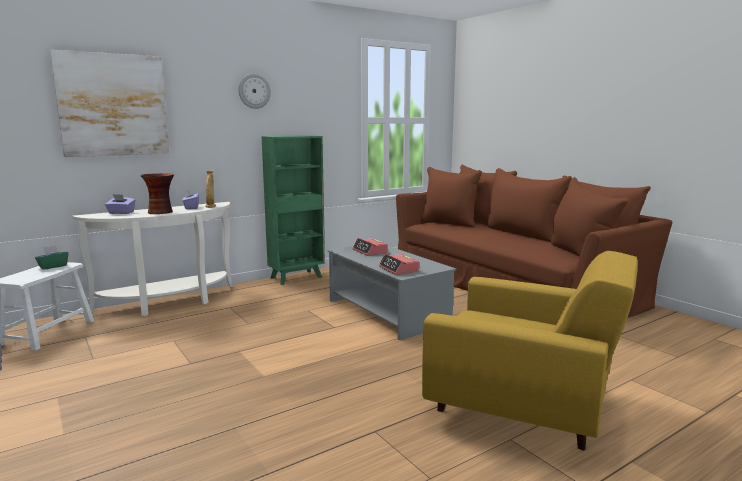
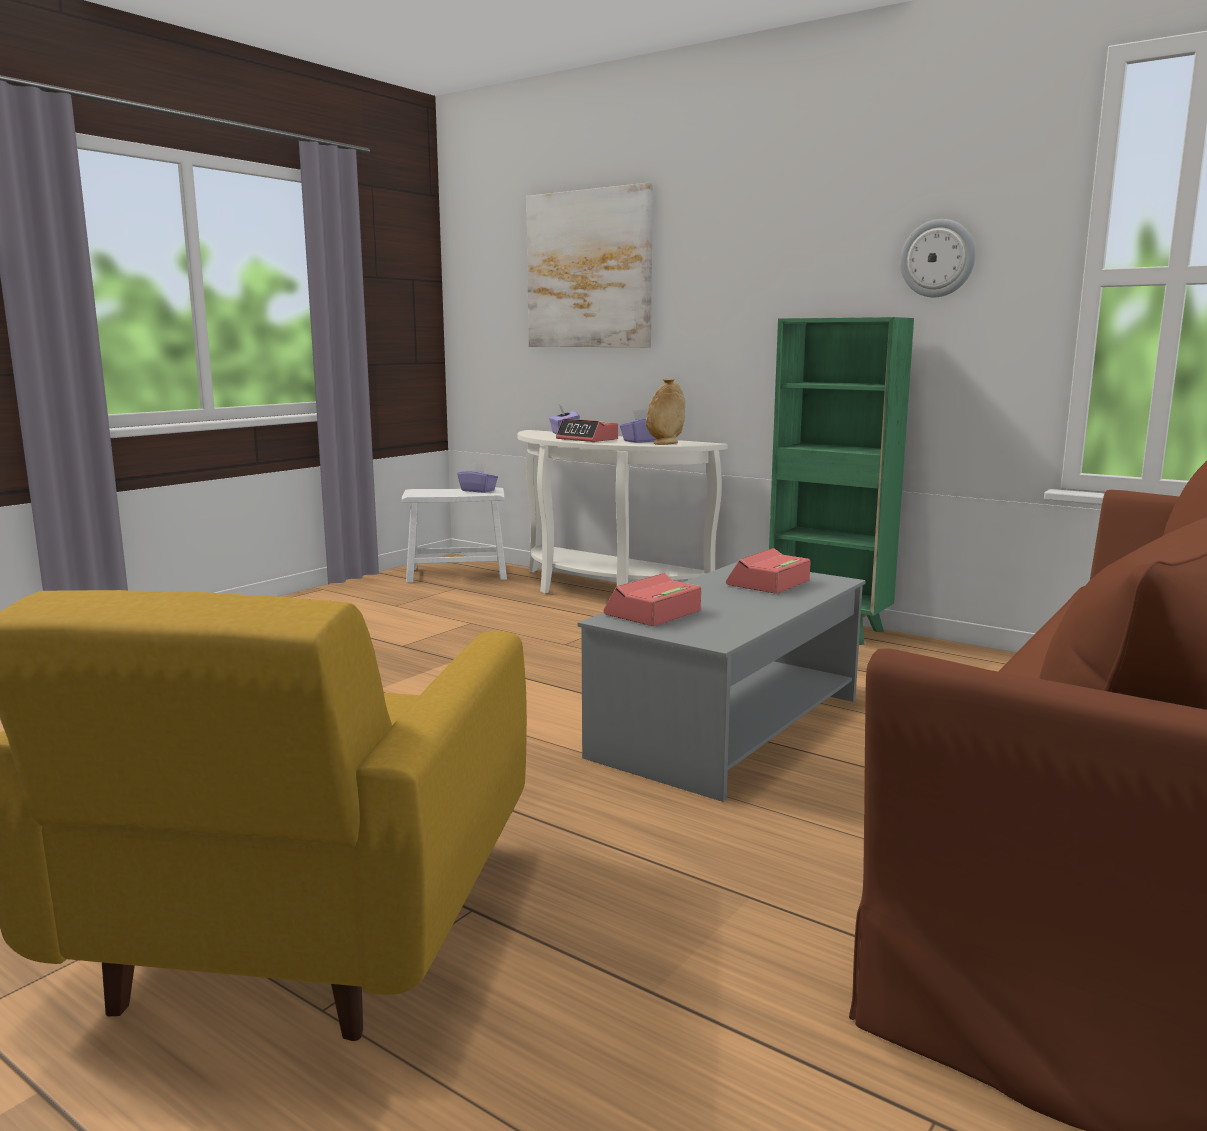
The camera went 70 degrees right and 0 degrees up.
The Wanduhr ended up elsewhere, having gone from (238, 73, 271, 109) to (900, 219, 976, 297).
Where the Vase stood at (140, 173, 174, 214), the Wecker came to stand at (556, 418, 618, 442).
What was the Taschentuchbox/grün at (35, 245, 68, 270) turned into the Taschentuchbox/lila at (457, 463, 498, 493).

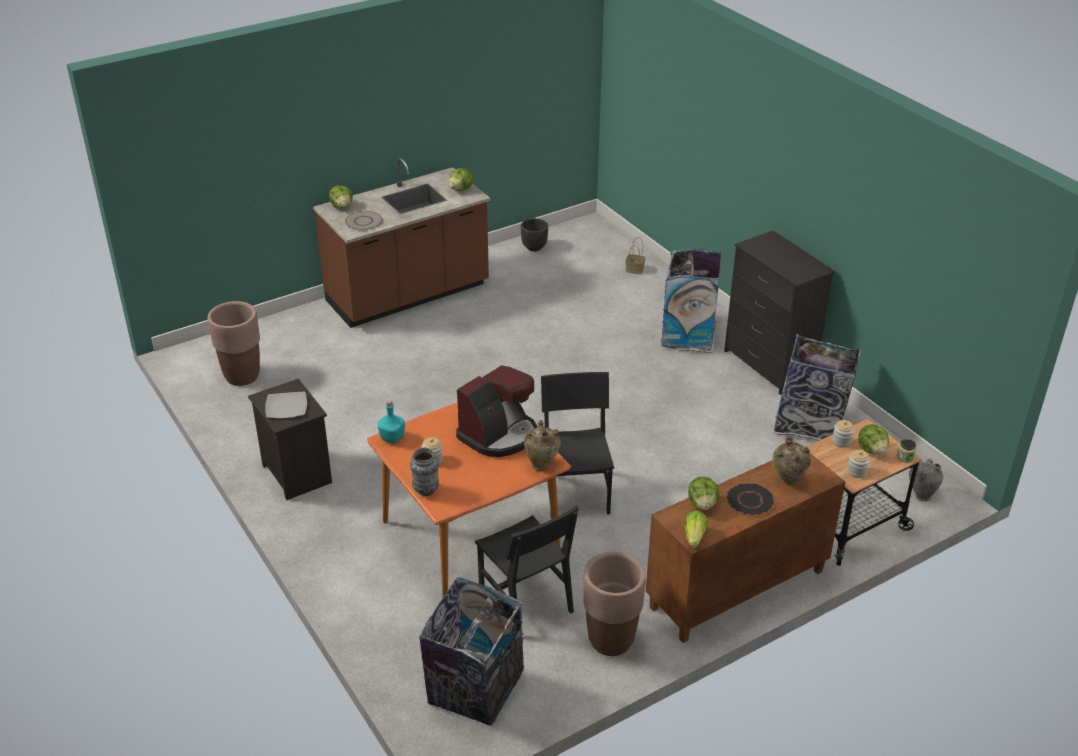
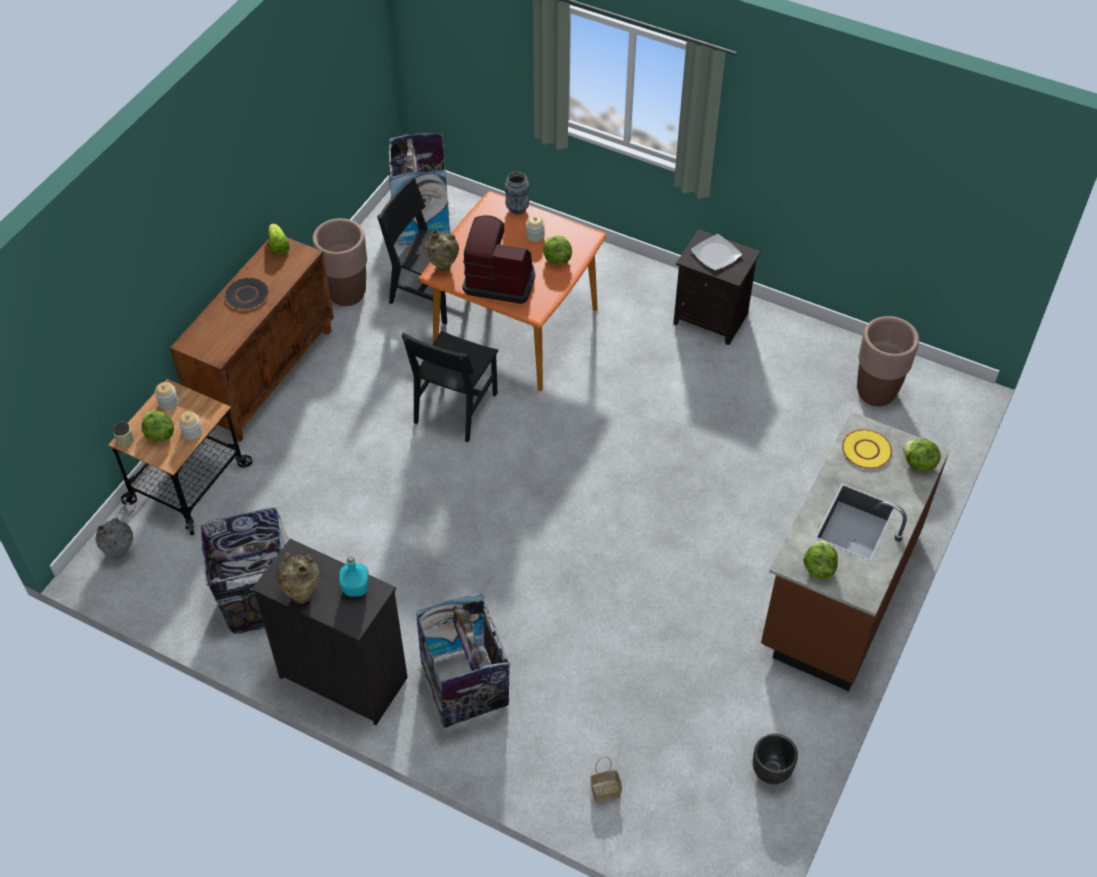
The camera went 150 degrees right and 15 degrees up.
What was the Teller/grau at (345, 211, 382, 230) turned into the Teller/gelb at (842, 429, 892, 469).
The Kaffeemaschine at (456, 365, 538, 457) ended up facing another way, 90 degrees clockwise from before.
The Stuhl/schwarz at (541, 372, 614, 518) ended up facing another way, 60 degrees clockwise from before.
The Flasche/türkis ended up elsewhere, having gone from (378, 401, 405, 443) to (339, 556, 369, 597).
The Vase/beige ended up elsewhere, having gone from (773, 438, 811, 485) to (276, 552, 319, 604).
The Salatkopf ended up elsewhere, having gone from (688, 476, 720, 510) to (543, 236, 572, 265).

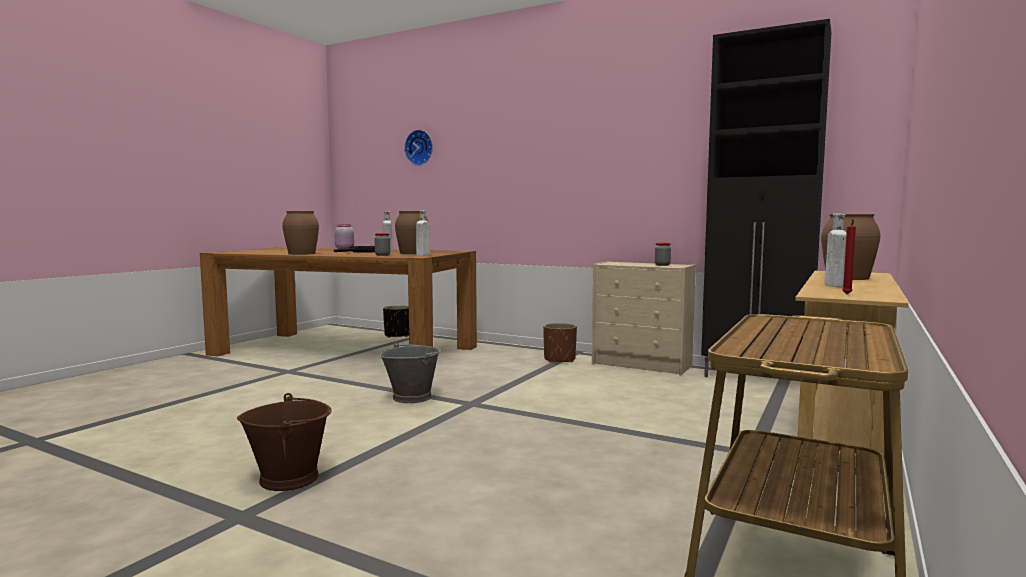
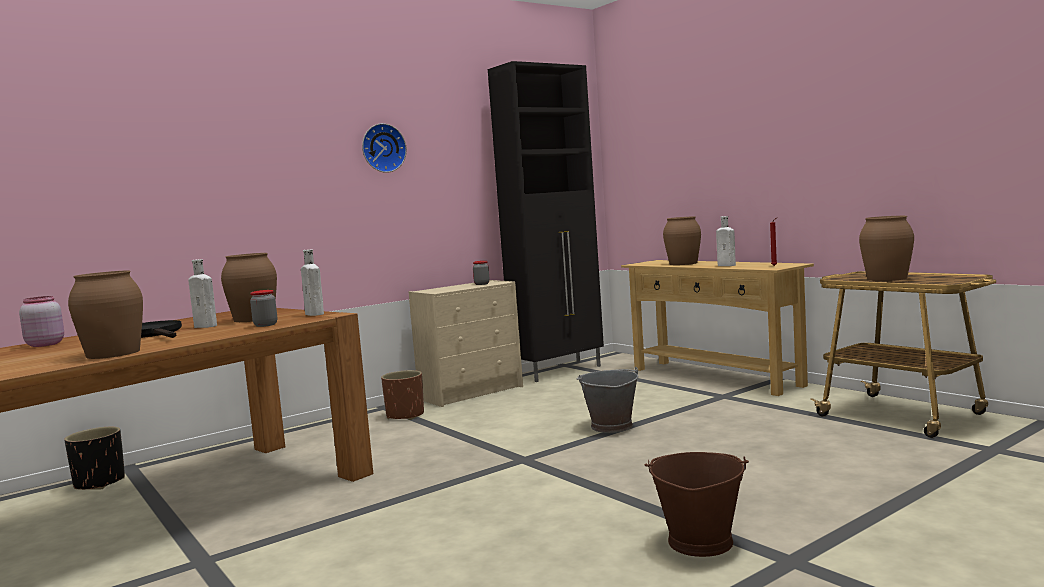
The camera went 65 degrees left and 0 degrees up.
The Wanduhr ended up elsewhere, having gone from (404, 130, 433, 166) to (362, 123, 407, 173).
The Eimer/grau ended up elsewhere, having gone from (380, 341, 441, 403) to (577, 367, 638, 433).
The second view gained the Vase/braun at (859, 216, 914, 281).

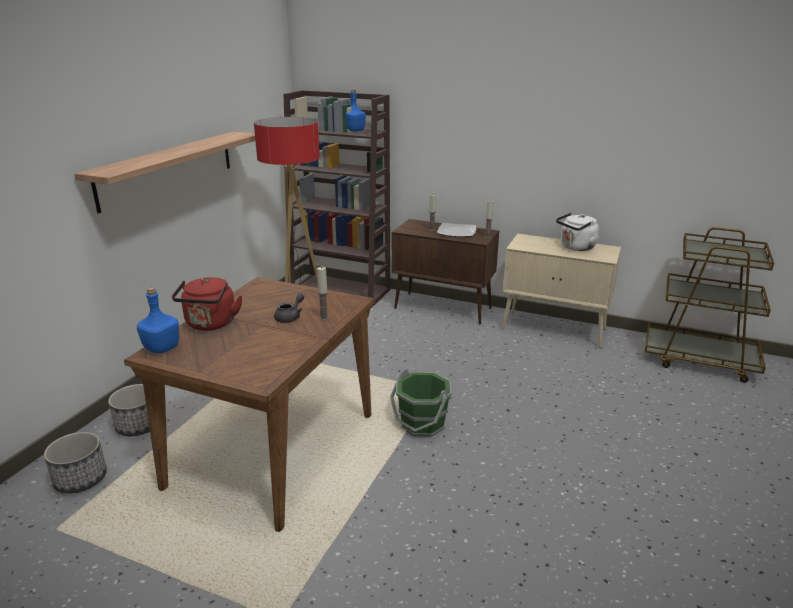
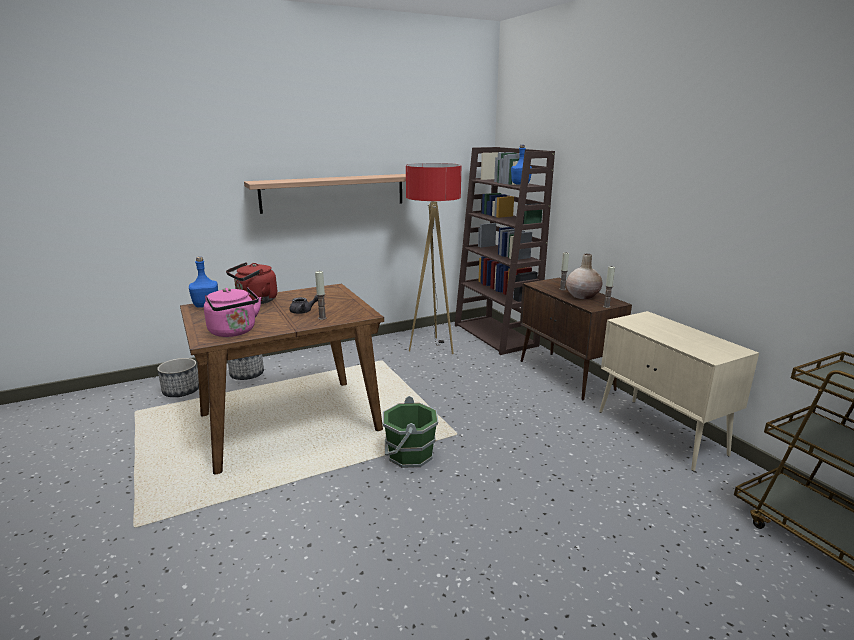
The camera went 40 degrees right and 5 degrees down.
The second view lost the Wasserkessel/weiß at (556, 213, 600, 251).
Where the Teller stood at (437, 223, 476, 237), the Vase/beige came to stand at (566, 254, 603, 299).
The second view gained the Wasserkessel/rosa at (204, 287, 261, 337).

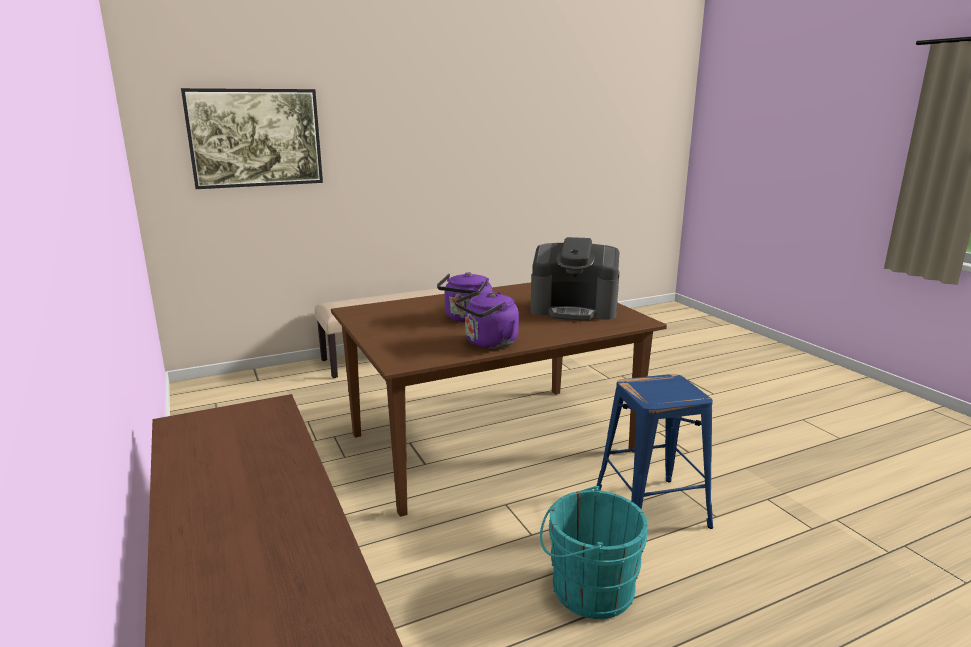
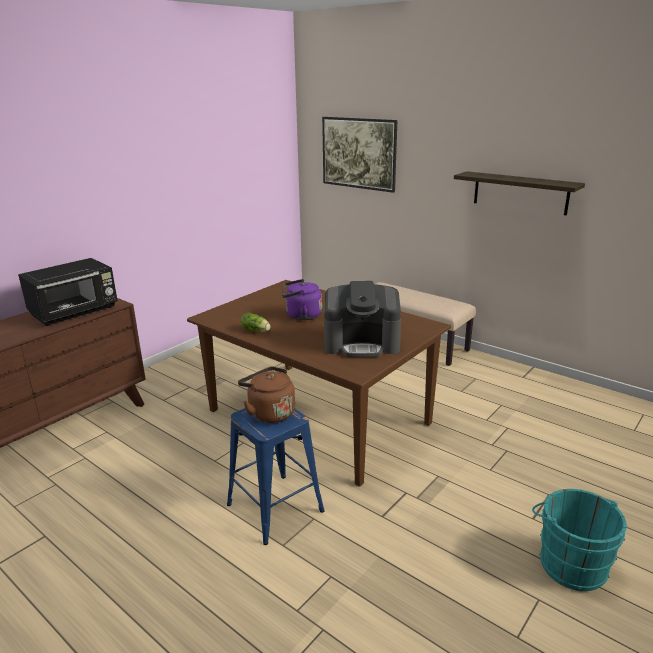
The camera went 65 degrees right and 5 degrees up.
The Kaffeemaschine at (530, 237, 619, 321) ended up facing another way, 75 degrees counterclockwise from before.
Where the Wasserkessel/lila stood at (455, 290, 519, 349), the Salatkopf came to stand at (241, 313, 270, 332).
The Eimer/türkis ended up elsewhere, having gone from (540, 486, 648, 619) to (532, 489, 627, 591).
The second view gained the Wandregal at (454, 171, 585, 215).
The second view gained the Mikrowelle/schwarz at (18, 258, 118, 326).
The second view gained the Wasserkessel/braun at (238, 366, 295, 423).

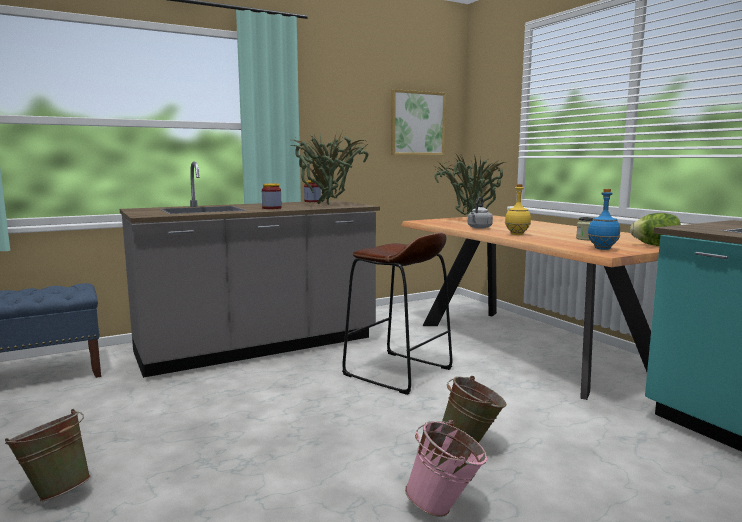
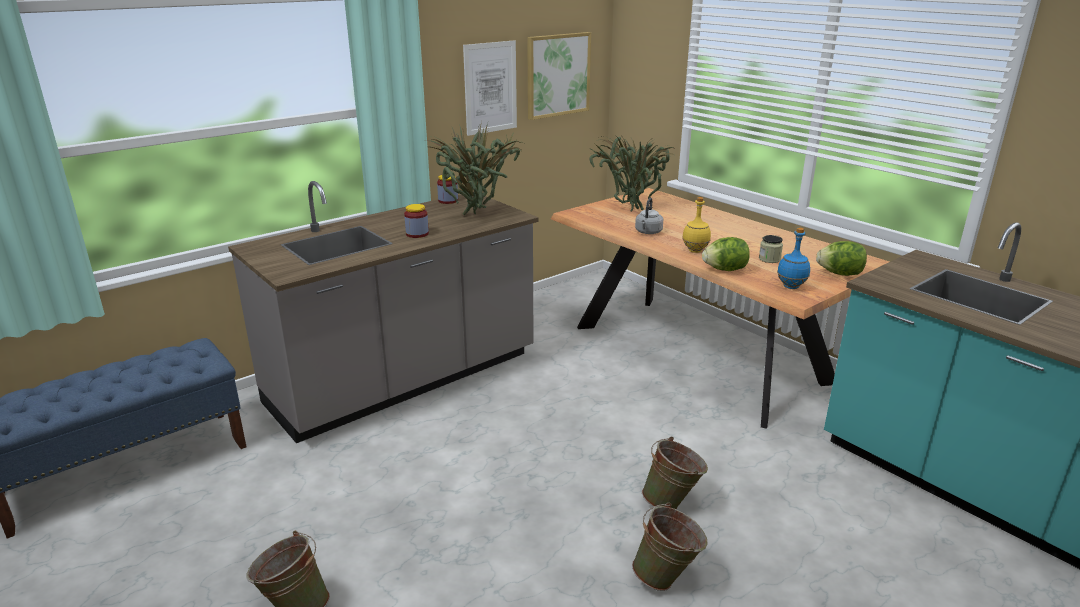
The camera went 10 degrees left and 15 degrees up.
The second view lost the Hocker/braun at (342, 232, 452, 395).
What was the Eimer/rosa at (405, 420, 488, 517) turned into the Eimer/grün at (632, 502, 707, 591).
The second view gained the Bild at (463, 40, 517, 136).
The second view gained the Salatkopf at (702, 237, 750, 271).

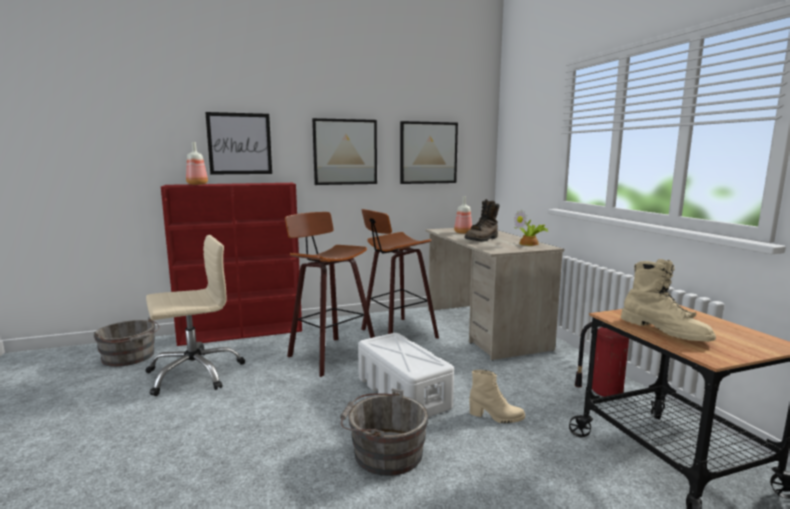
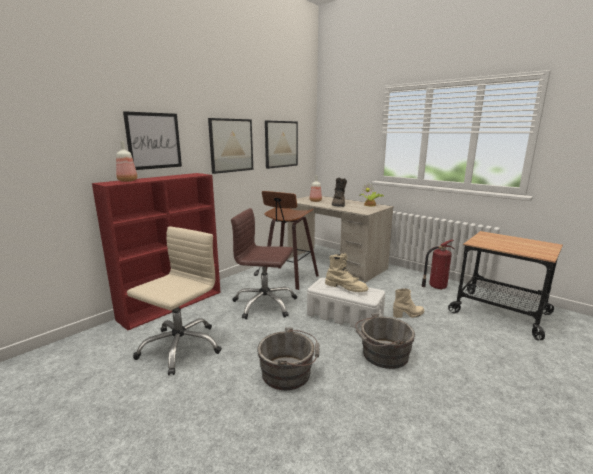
The camera went 30 degrees left and 5 degrees up.
Where the Hocker stood at (285, 212, 375, 377), the Bürostuhl/braun came to stand at (231, 208, 297, 319).
The Stiefel/beige ended up elsewhere, having gone from (621, 259, 716, 342) to (325, 253, 368, 292).
The Eimer/grau ended up elsewhere, having gone from (94, 317, 160, 367) to (257, 327, 320, 390).

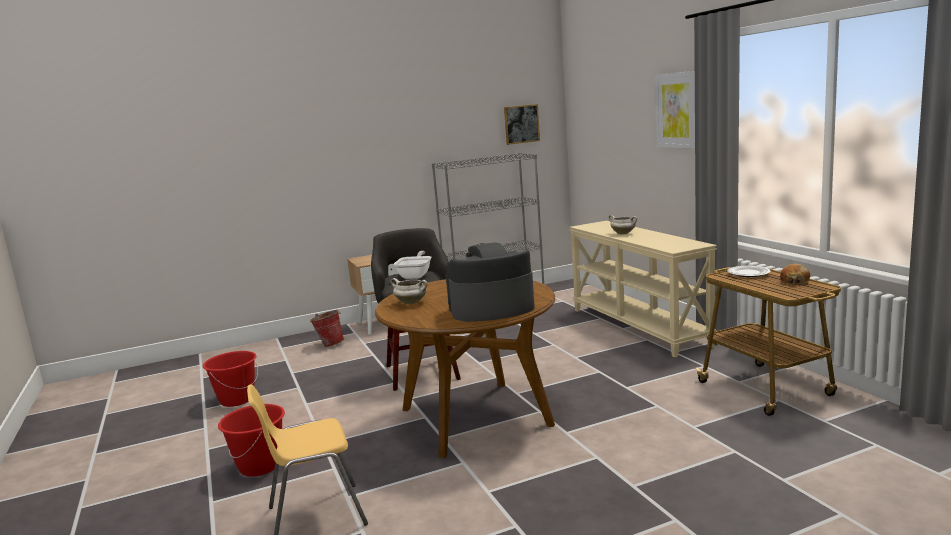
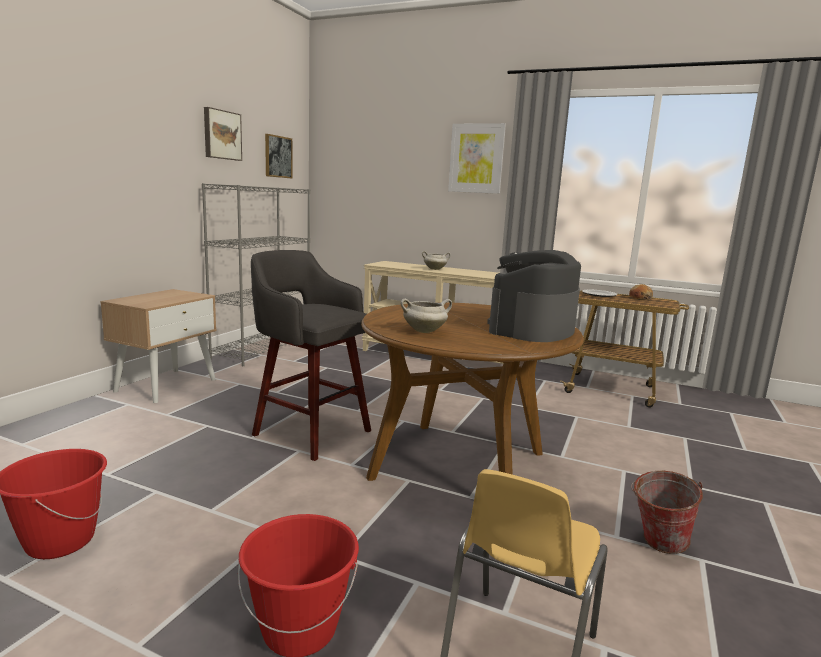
The camera went 45 degrees left and 0 degrees up.
The second view lost the Pfanne at (394, 251, 431, 279).
The Eimer ended up elsewhere, having gone from (310, 310, 344, 347) to (631, 471, 703, 554).
The second view gained the Bild at (204, 107, 242, 161).

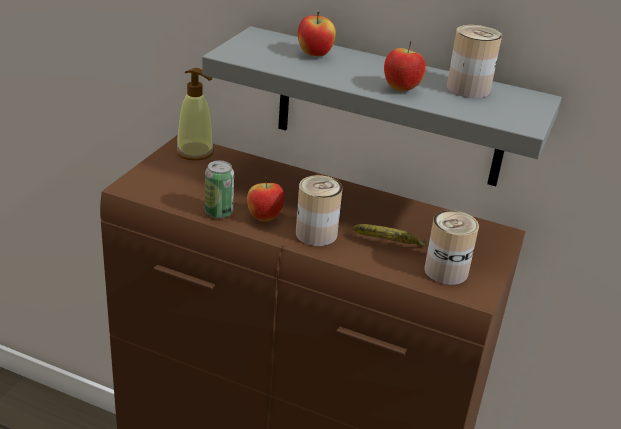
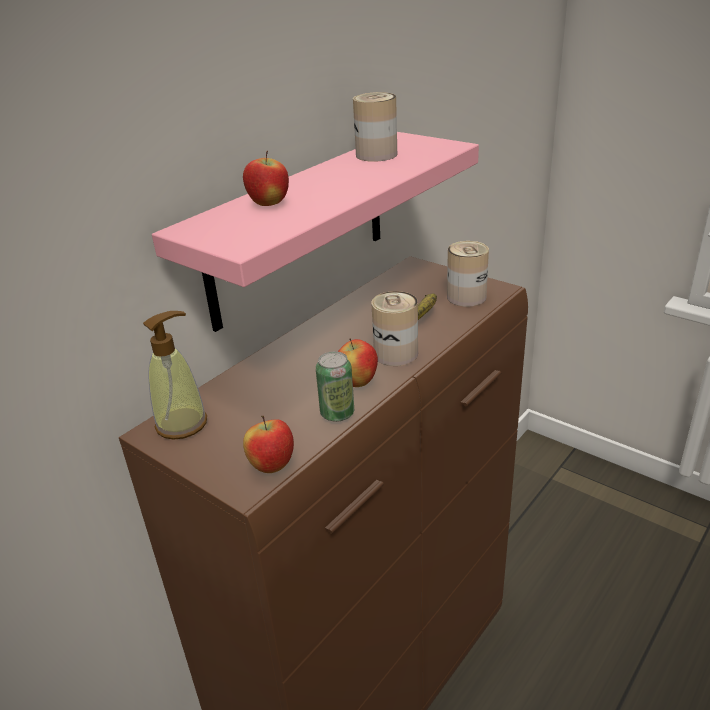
The camera went 70 degrees left and 0 degrees up.
What was the Wandregal/grau at (202, 26, 562, 186) turned into the Wandregal/rosa at (152, 132, 479, 332).
The Apfel ended up elsewhere, having gone from (384, 41, 426, 91) to (243, 416, 294, 473).

